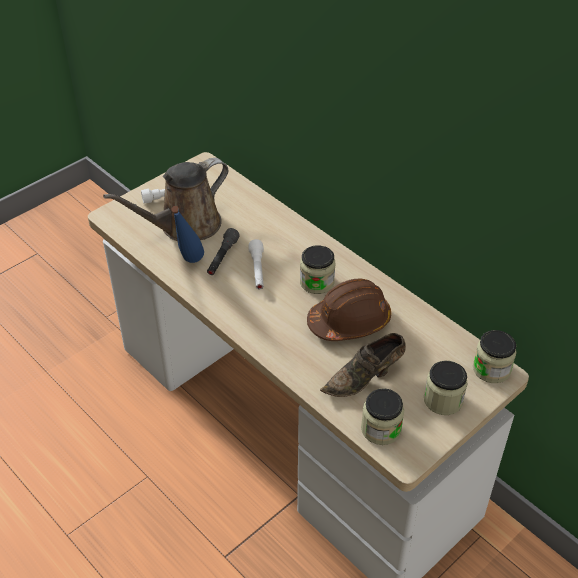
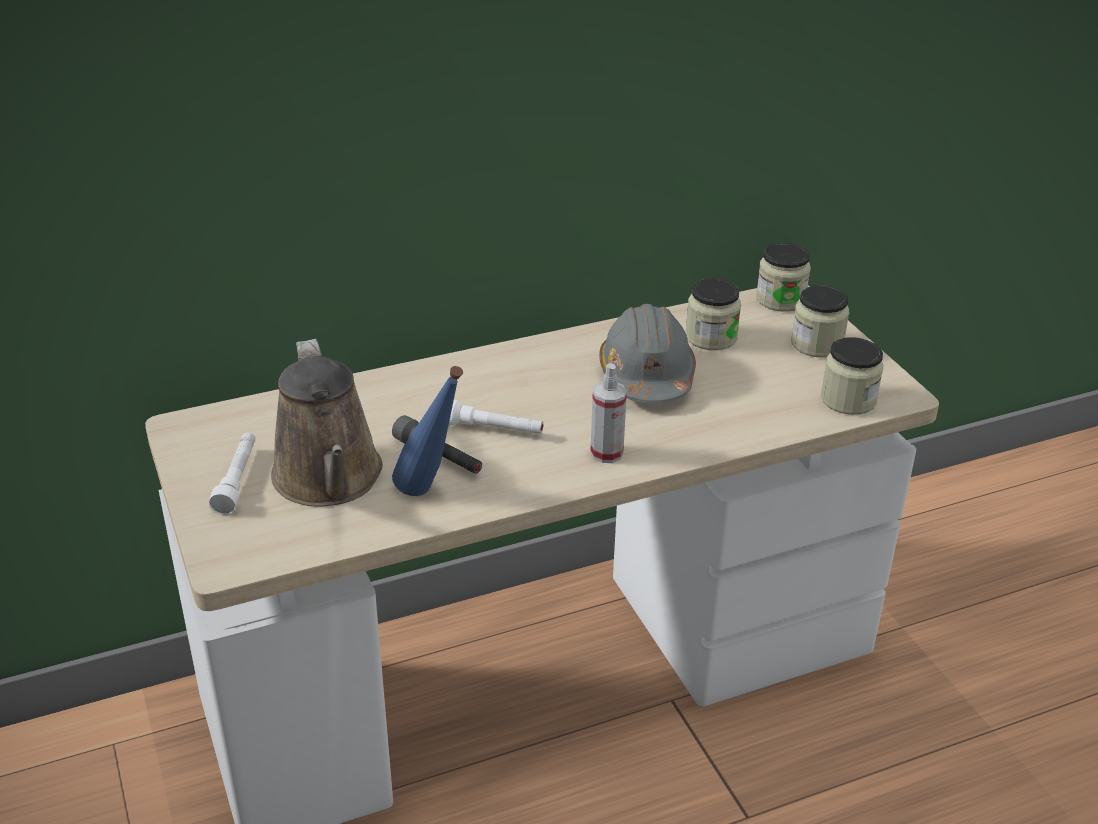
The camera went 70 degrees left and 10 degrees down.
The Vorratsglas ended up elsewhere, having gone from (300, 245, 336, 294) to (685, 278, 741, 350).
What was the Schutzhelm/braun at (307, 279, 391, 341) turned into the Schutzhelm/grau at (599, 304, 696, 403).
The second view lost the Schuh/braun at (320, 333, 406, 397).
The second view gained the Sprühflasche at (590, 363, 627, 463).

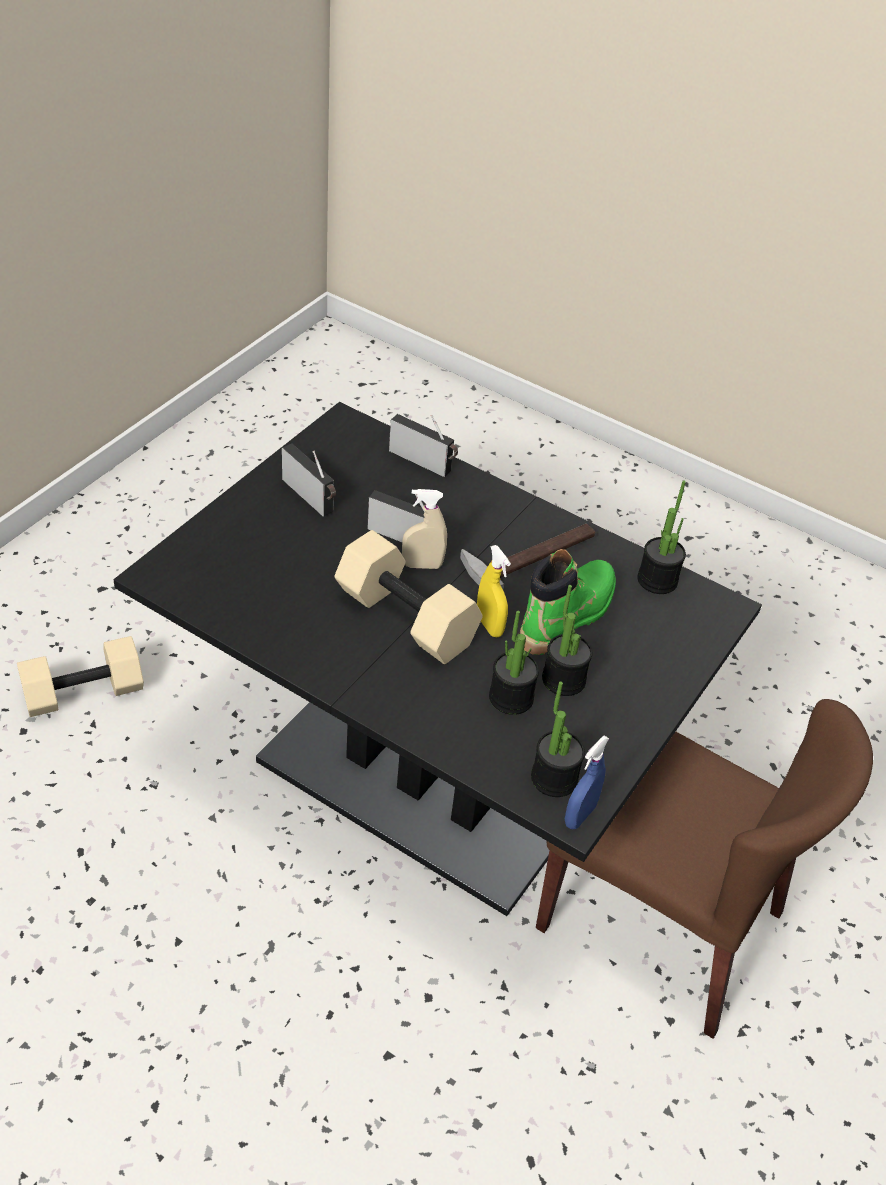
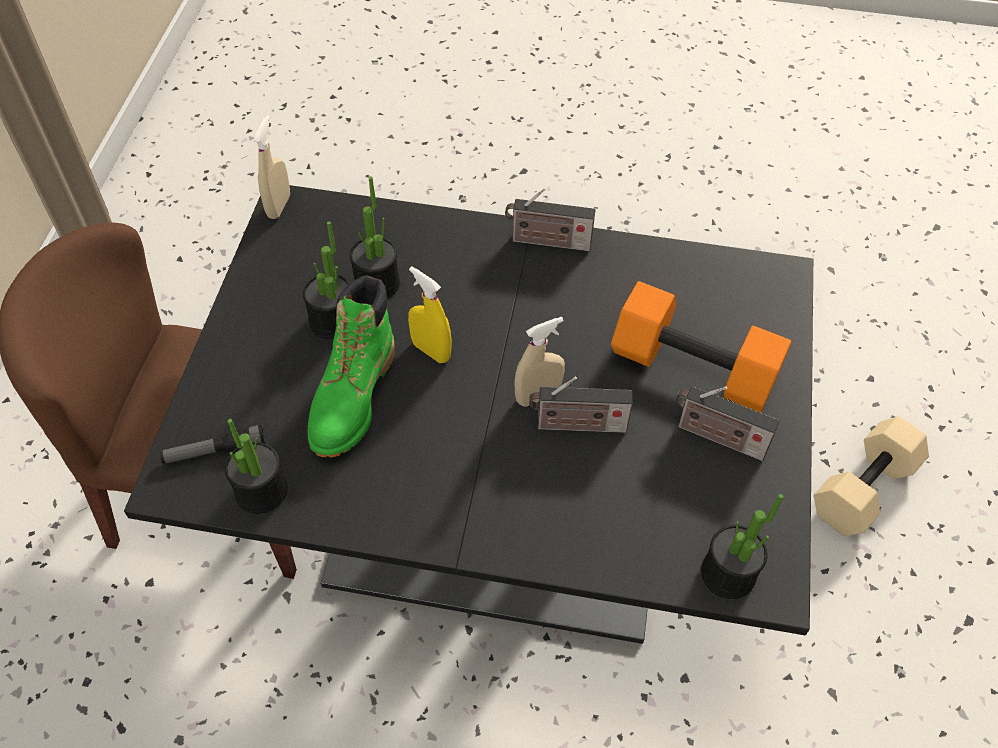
The camera went 160 degrees right and 10 degrees up.
The Radio ended up elsewhere, having gone from (389, 414, 458, 477) to (505, 188, 596, 251).
The second view lost the Hammer at (460, 524, 595, 591).
The second view lost the Hantel/beige at (335, 530, 483, 664).
The Topfpflanze ended up elsewhere, having gone from (531, 682, 585, 797) to (701, 494, 783, 599).
What was the Sprühflasche/blau at (565, 736, 609, 829) turned into the Sprühflasche/beige at (253, 115, 290, 219).
The second view gained the Hantel/orange at (611, 281, 791, 413).
The second view gained the Taschenlampe at (159, 424, 266, 464).

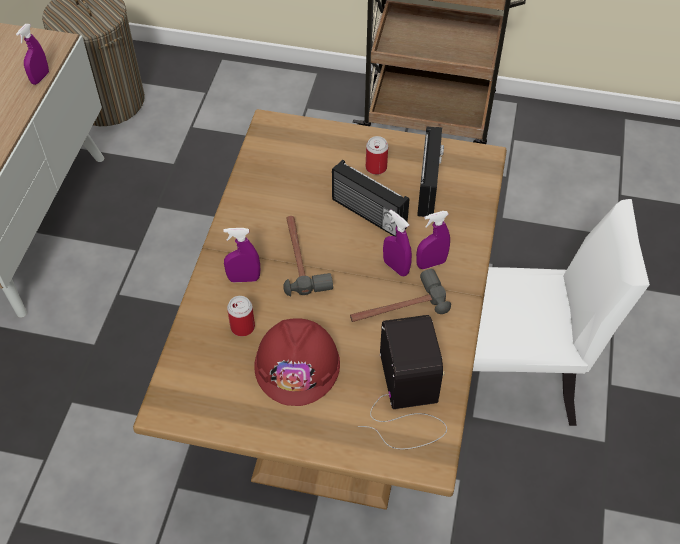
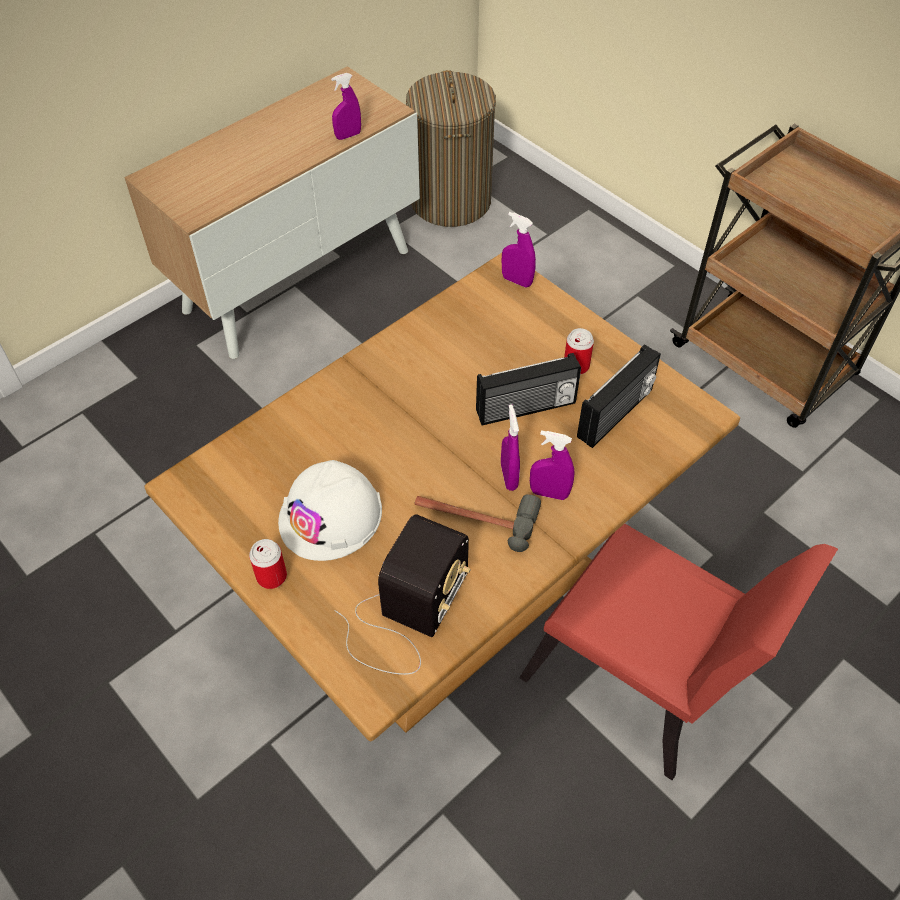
The camera went 35 degrees right and 0 degrees up.
The Radio at (332, 160, 409, 236) ended up facing another way, 90 degrees counterclockwise from before.
What was the Stuhl/weiß at (473, 199, 650, 426) turned into the Stuhl/rot at (519, 524, 838, 780).
The second view lost the Hammer at (283, 216, 333, 296).
The Sprühflasche/lila ended up elsewhere, having gone from (223, 228, 261, 282) to (502, 212, 536, 287).
The Dose ended up elsewhere, having gone from (227, 296, 255, 336) to (249, 539, 287, 589).
What was the Schutzhelm/rot at (254, 318, 340, 406) turned into the Schutzhelm/weiß at (278, 460, 382, 561).

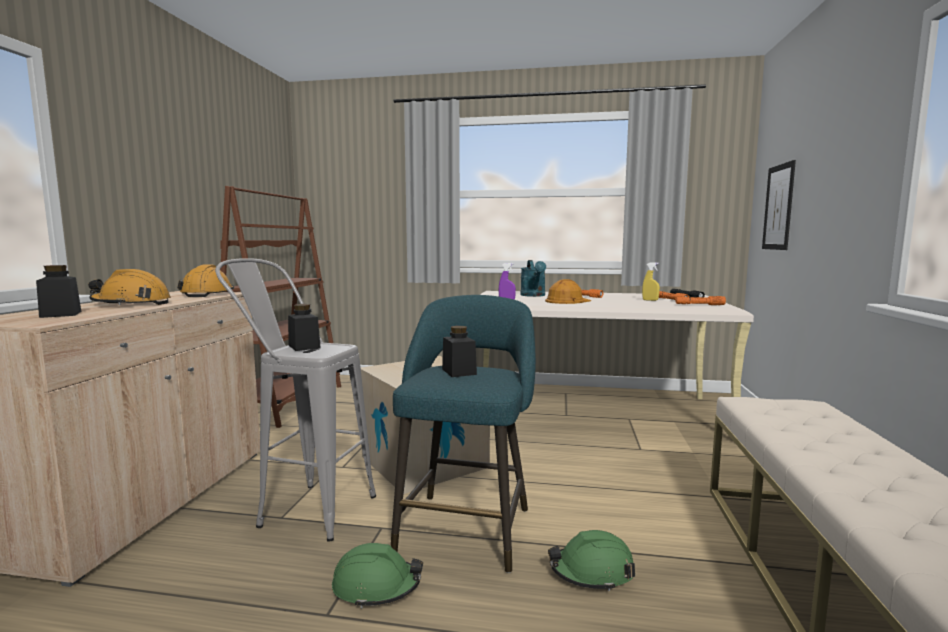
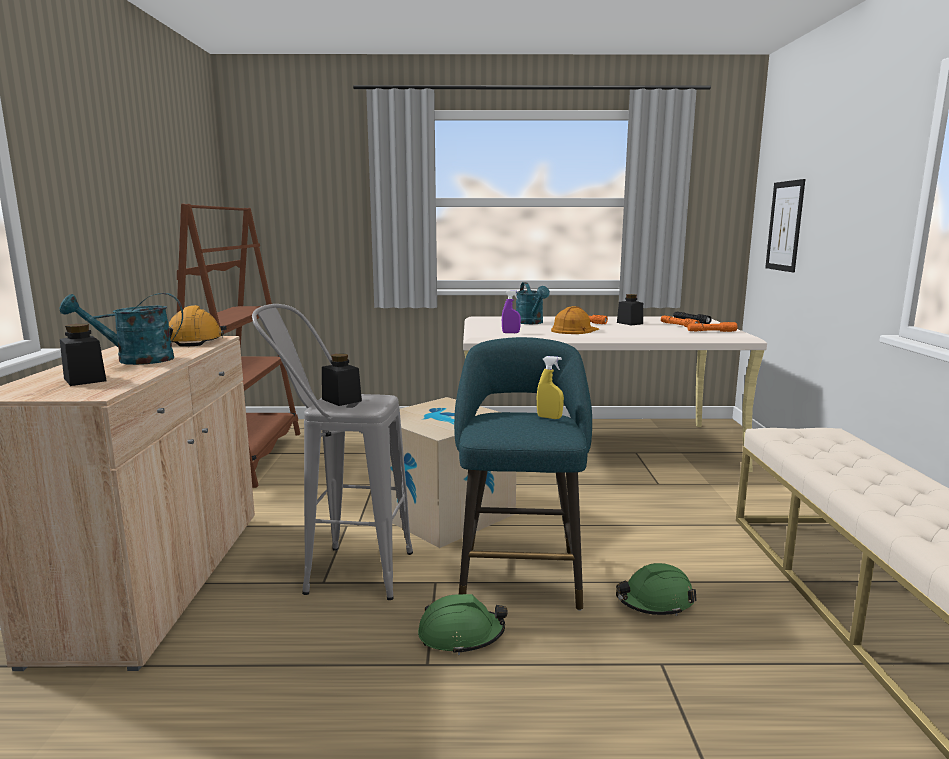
The camera went 10 degrees left and 5 degrees up.
The Sprühflasche/gelb ended up elsewhere, having gone from (642, 263, 660, 301) to (537, 356, 564, 419).
Where the Schutzhelm/orange stood at (88, 269, 171, 305), the Gießkanne/türkis came to stand at (60, 293, 183, 365).
The Vorratsglas/schwarz ended up elsewhere, having gone from (442, 326, 477, 377) to (617, 294, 643, 325).

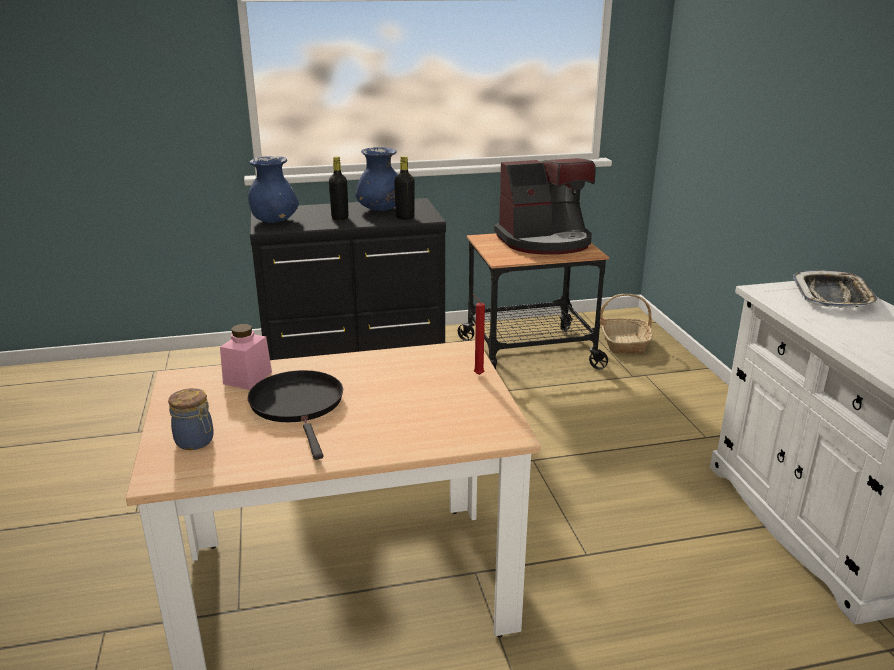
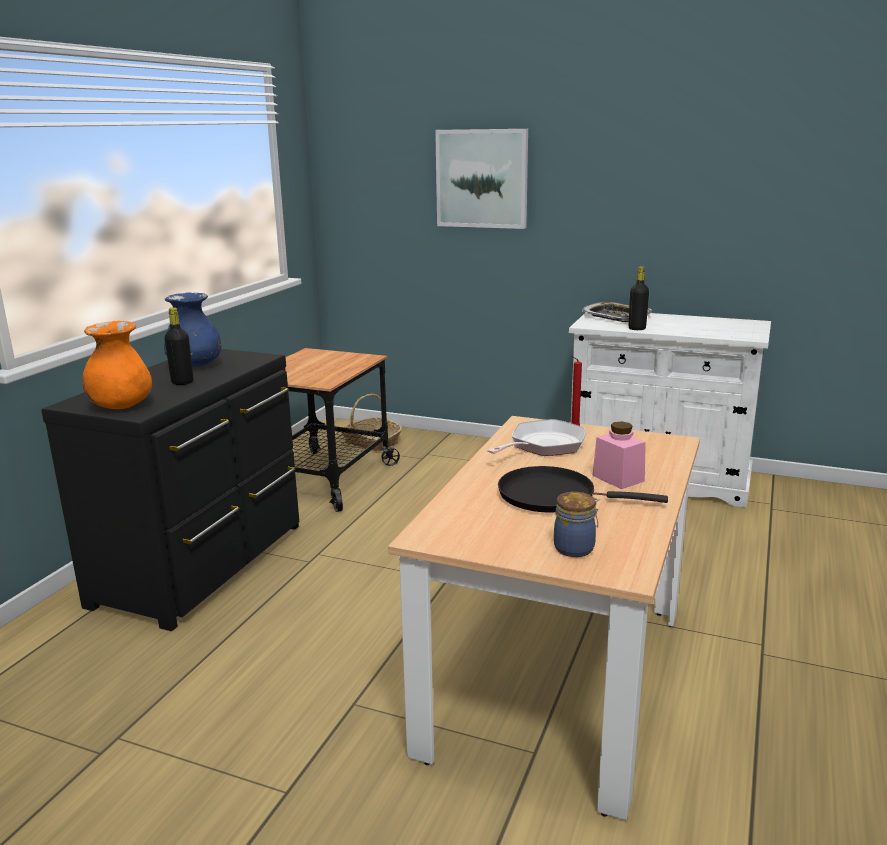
The camera went 55 degrees left and 5 degrees down.
What was the Vase/blau at (248, 156, 299, 223) turned into the Vase/orange at (83, 321, 152, 409).
The Flasche/schwarz ended up elsewhere, having gone from (394, 156, 415, 220) to (629, 267, 649, 330).
The second view lost the Kaffeemaschine at (494, 158, 596, 255).
The Vorratsglas/rosa ended up elsewhere, having gone from (220, 324, 272, 390) to (592, 421, 646, 489).
The second view gained the Bild at (435, 129, 528, 229).
The second view gained the Pfanne at (487, 419, 586, 456).

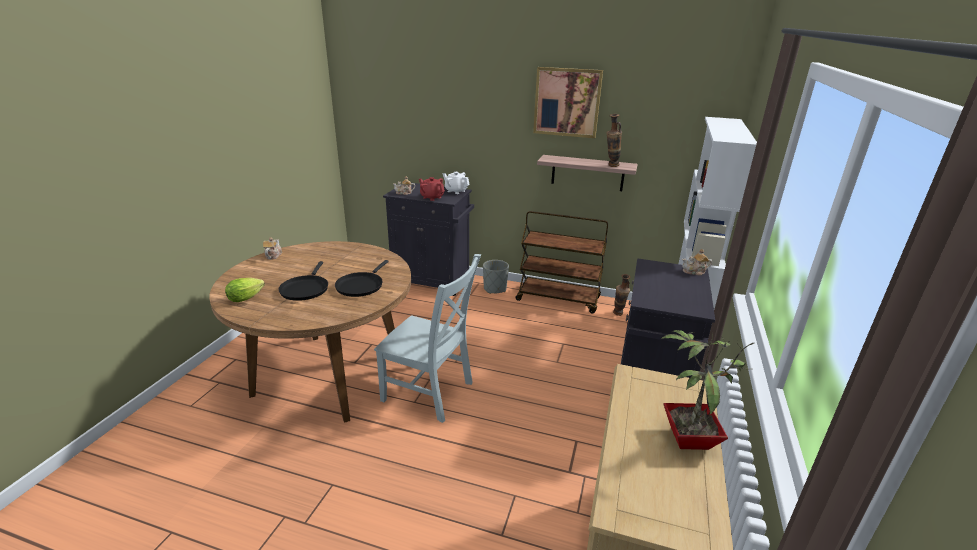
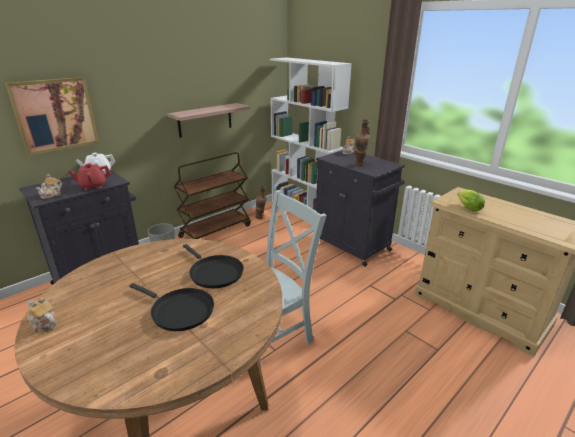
The camera went 60 degrees left and 0 degrees up.
The Bild ended up elsewhere, having gone from (533, 67, 603, 138) to (5, 77, 99, 155).
The Vase ended up elsewhere, having gone from (606, 114, 622, 167) to (354, 119, 370, 166).
The Salatkopf ended up elsewhere, having gone from (225, 278, 265, 302) to (457, 190, 485, 211).
The second view lost the Topfpflanze at (661, 330, 754, 450).

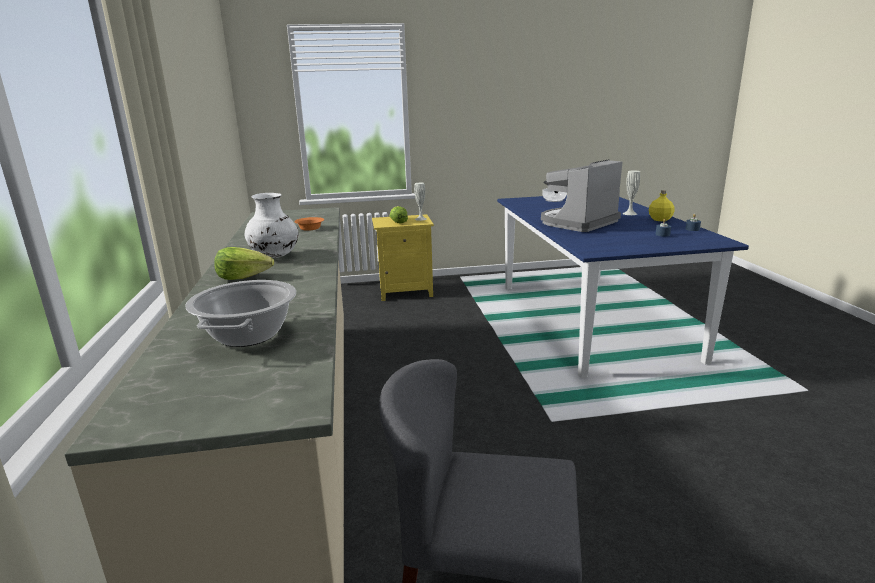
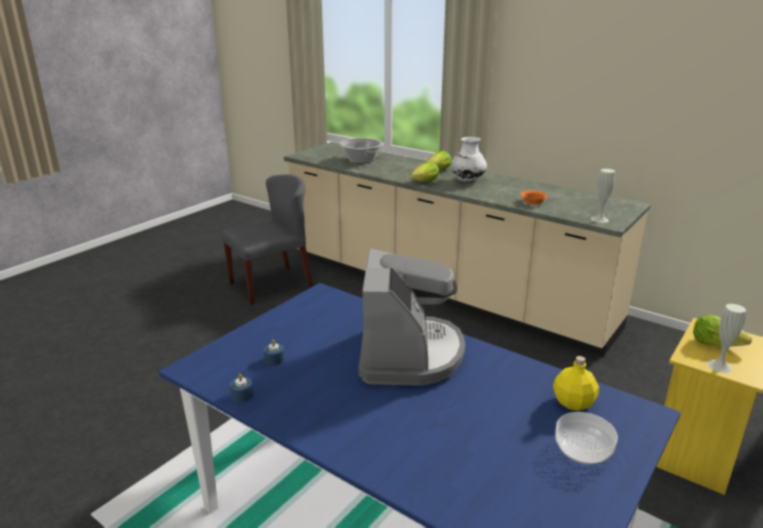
The camera went 135 degrees right and 5 degrees up.
The Vase/weiß ended up elsewhere, having gone from (623, 170, 640, 215) to (591, 169, 615, 223).
The Flasche/gelb ended up elsewhere, having gone from (649, 190, 674, 221) to (553, 356, 599, 411).
The second view gained the Salatkopf at (409, 161, 439, 181).

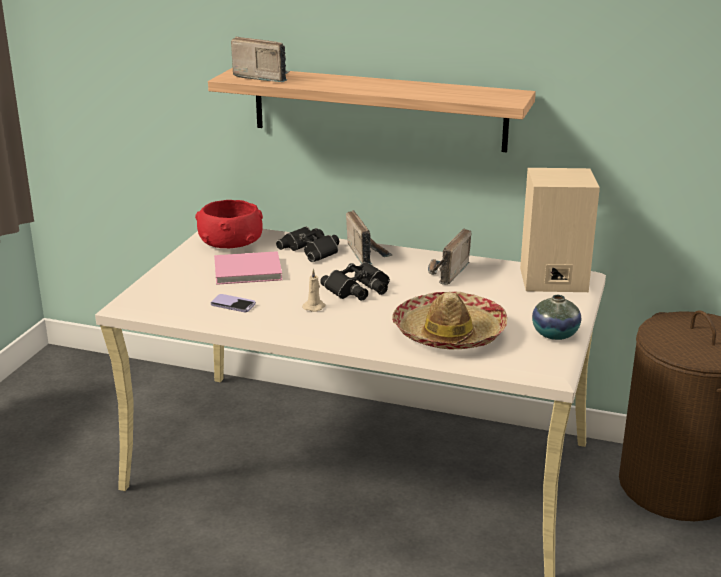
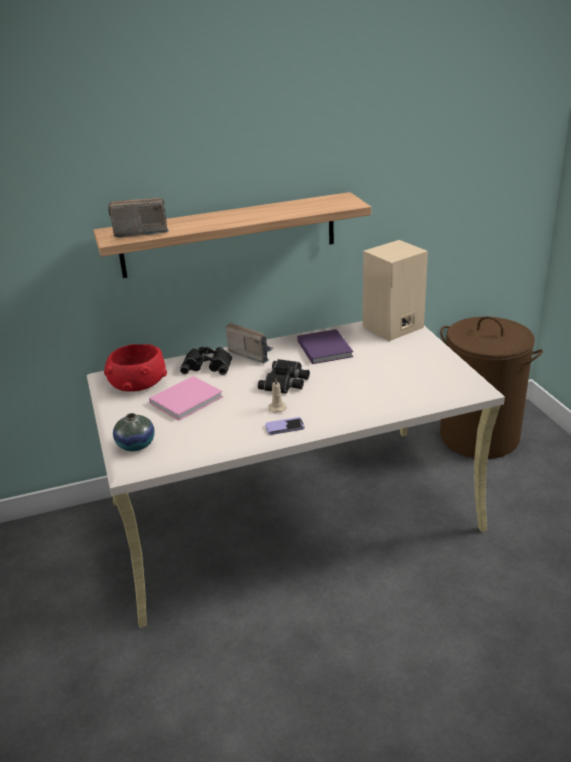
The camera went 35 degrees left and 5 degrees up.
Where the Radio stood at (428, 228, 471, 285), the Buch/lila came to stand at (297, 329, 353, 364).
The second view lost the Hut at (392, 292, 507, 350).
The Handy ended up elsewhere, having gone from (211, 294, 256, 312) to (265, 417, 305, 435).
The Vase ended up elsewhere, having gone from (532, 295, 581, 340) to (113, 413, 155, 451).

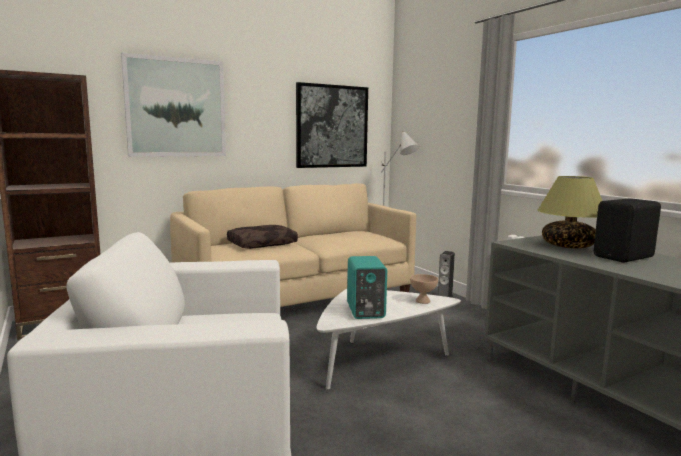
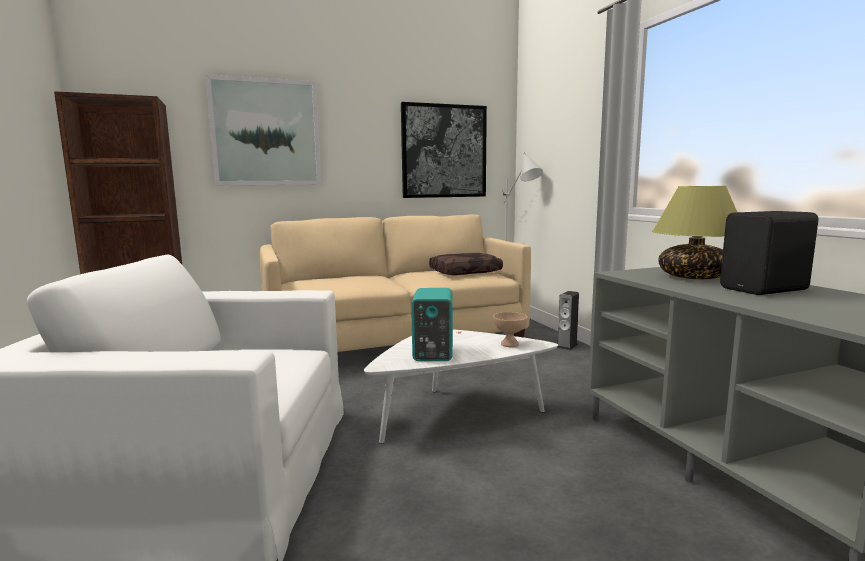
The camera went 10 degrees right and 0 degrees up.
The Kissen/braun ended up elsewhere, having gone from (227, 225, 298, 249) to (429, 253, 503, 275).

